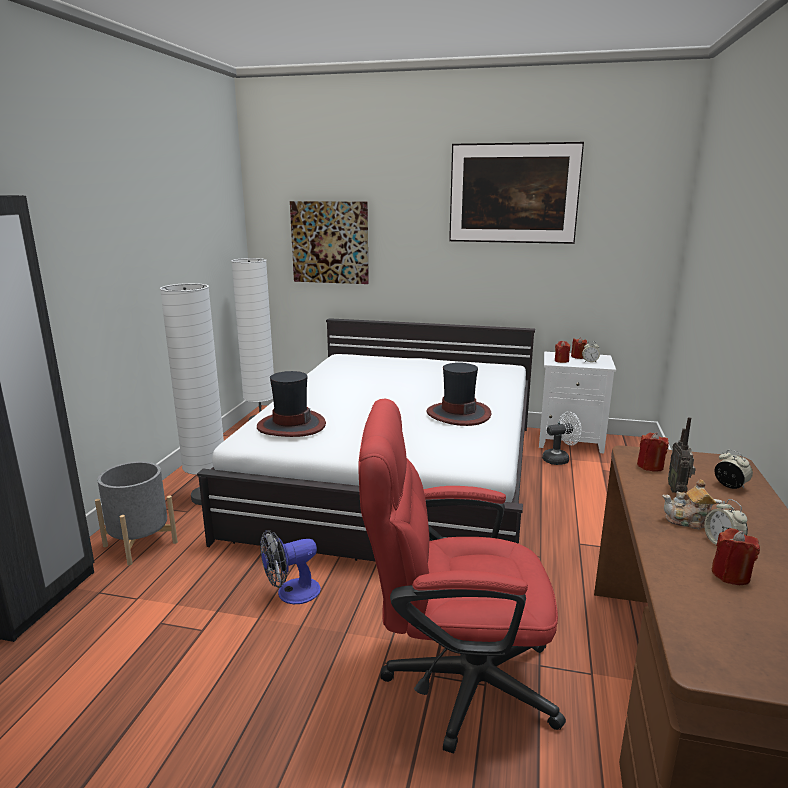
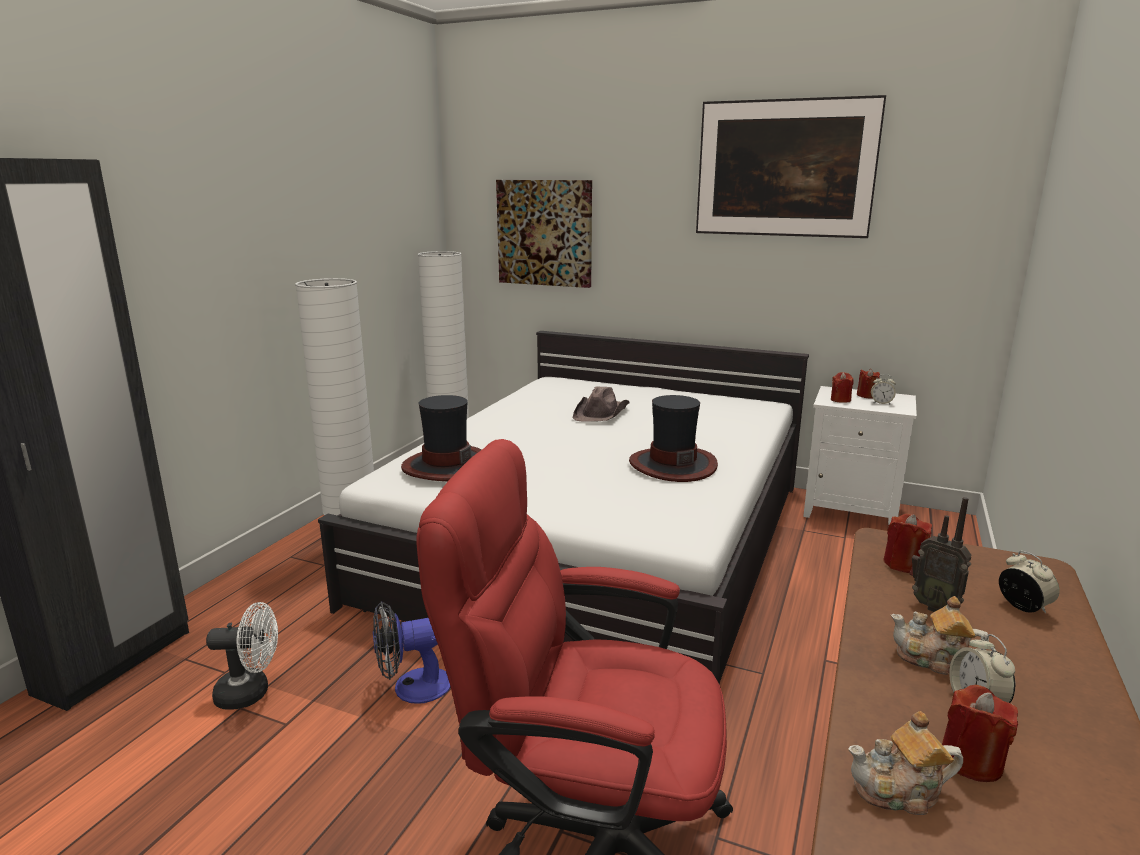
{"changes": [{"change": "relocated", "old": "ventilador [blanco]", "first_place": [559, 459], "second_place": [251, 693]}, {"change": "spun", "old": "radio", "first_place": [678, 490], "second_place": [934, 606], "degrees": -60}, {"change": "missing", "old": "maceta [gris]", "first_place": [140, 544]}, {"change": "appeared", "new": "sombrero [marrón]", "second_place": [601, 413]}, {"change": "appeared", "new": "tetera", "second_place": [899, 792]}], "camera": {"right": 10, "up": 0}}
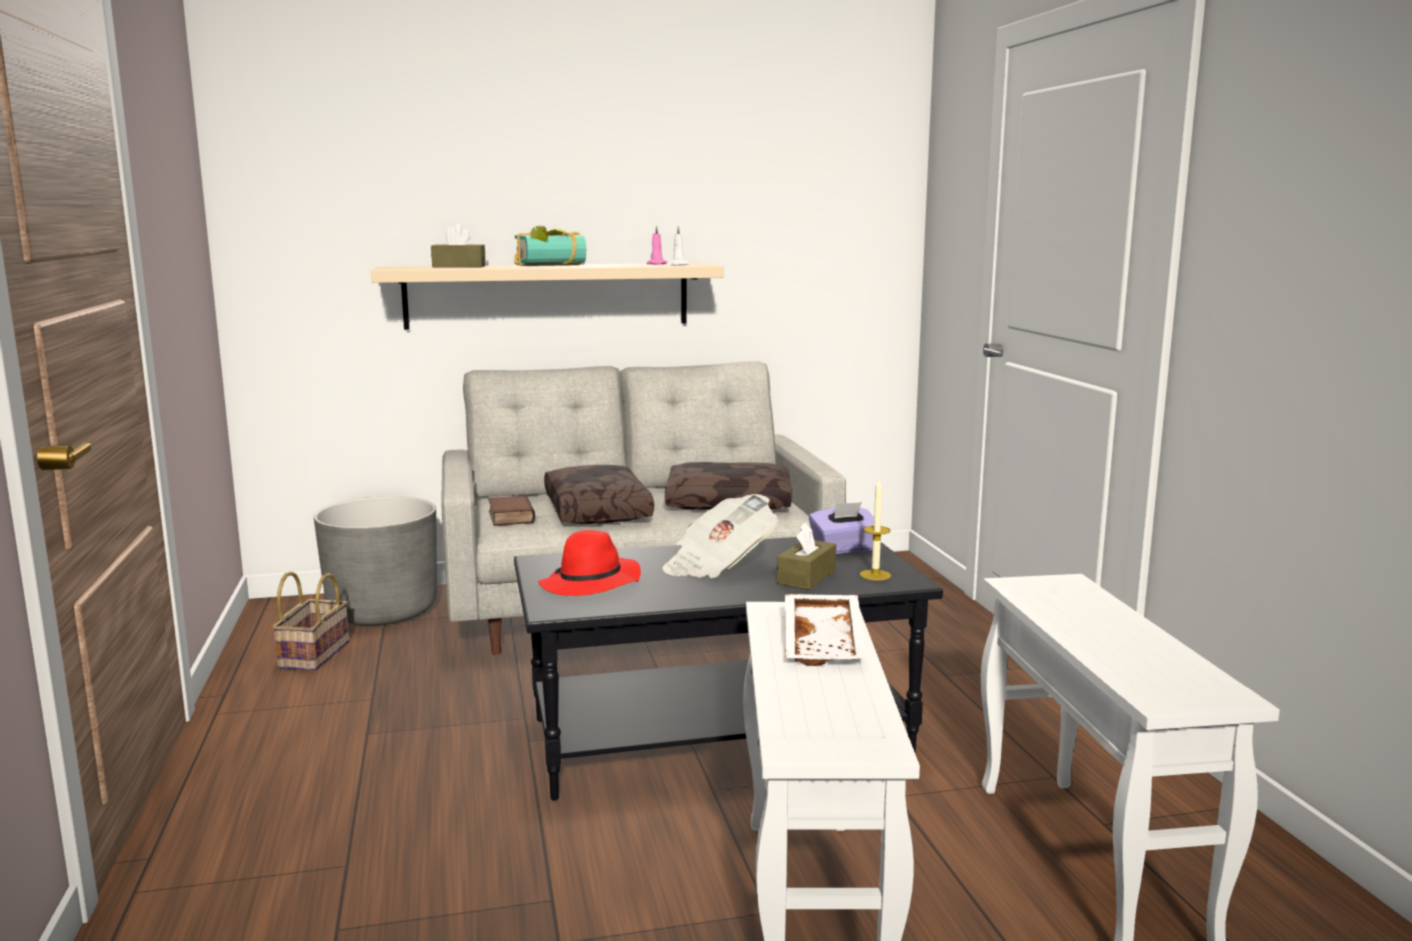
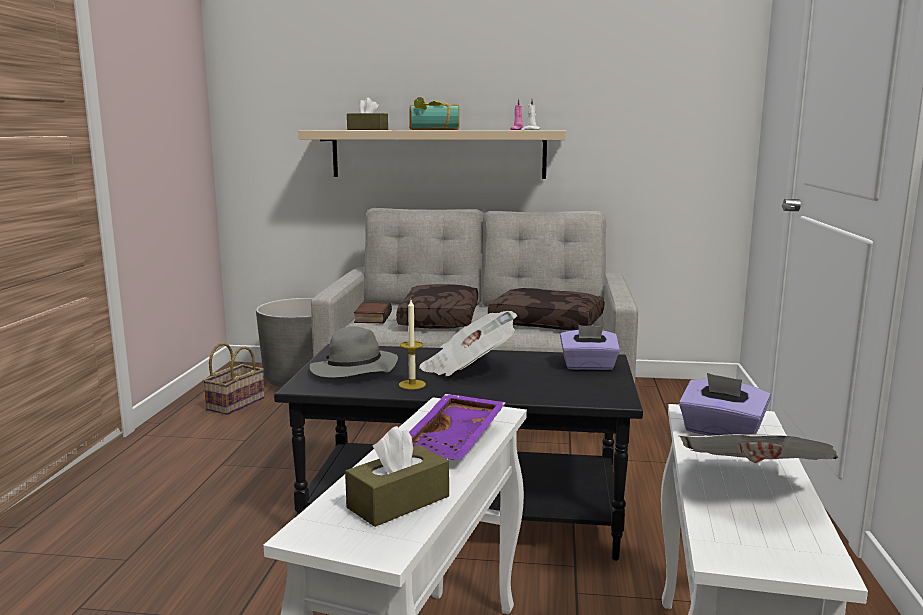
{"changes": [{"change": "relocated", "old": "vela", "first_place": [875, 575], "second_place": [412, 384]}, {"change": "relocated", "old": "caja de pañuelos [marrón]", "first_place": [806, 577], "second_place": [398, 502]}, {"change": "colour", "old": "sombrero [rojo]", "new": "sombrero [gris]", "first_place": [591, 585], "second_place": [354, 371]}, {"change": "colour", "old": "bandeja [blanco]", "new": "bandeja [morado]", "first_place": [825, 643], "second_place": [454, 442]}, {"change": "appeared", "new": "caja de pañuelos [morado]", "second_place": [721, 432]}, {"change": "appeared", "new": "periódico", "second_place": [751, 486]}], "camera": {"right": 20, "up": 0}}
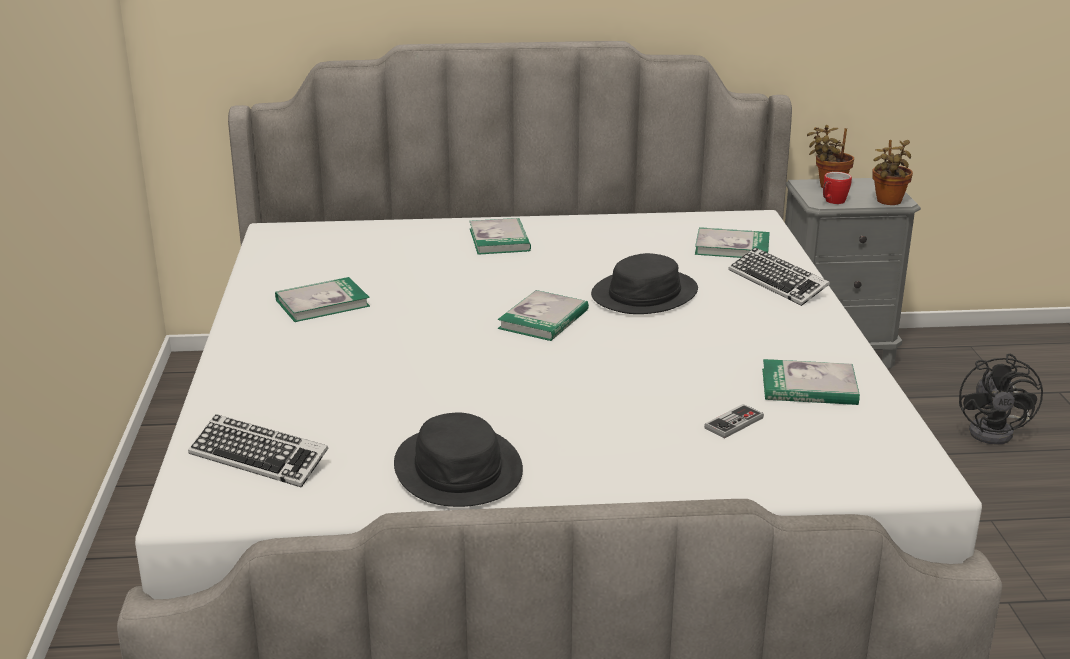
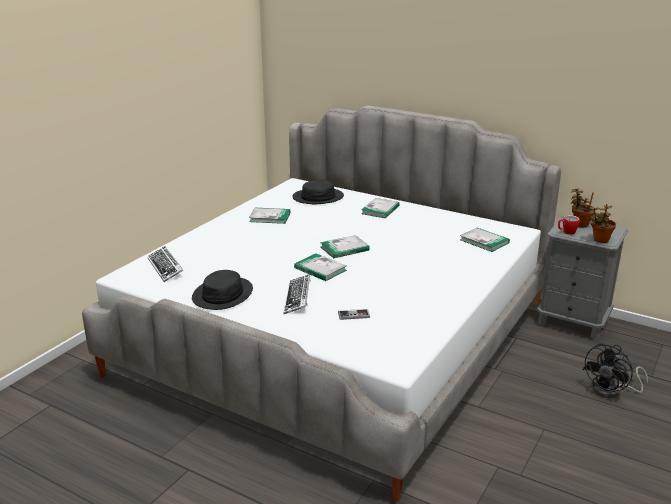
{"changes": [{"change": "relocated", "old": "teclado", "first_place": [777, 283], "second_place": [297, 298]}, {"change": "relocated", "old": "sombrero [negro]", "first_place": [645, 294], "second_place": [318, 197]}, {"change": "relocated", "old": "libro", "first_place": [809, 387], "second_place": [320, 269]}], "camera": {"right": 35, "up": 0}}
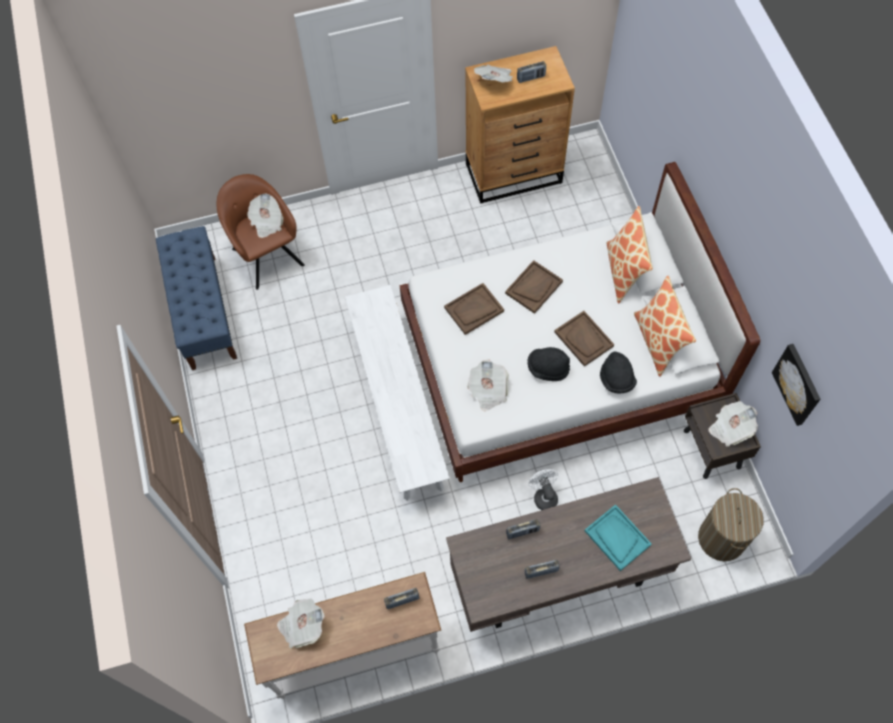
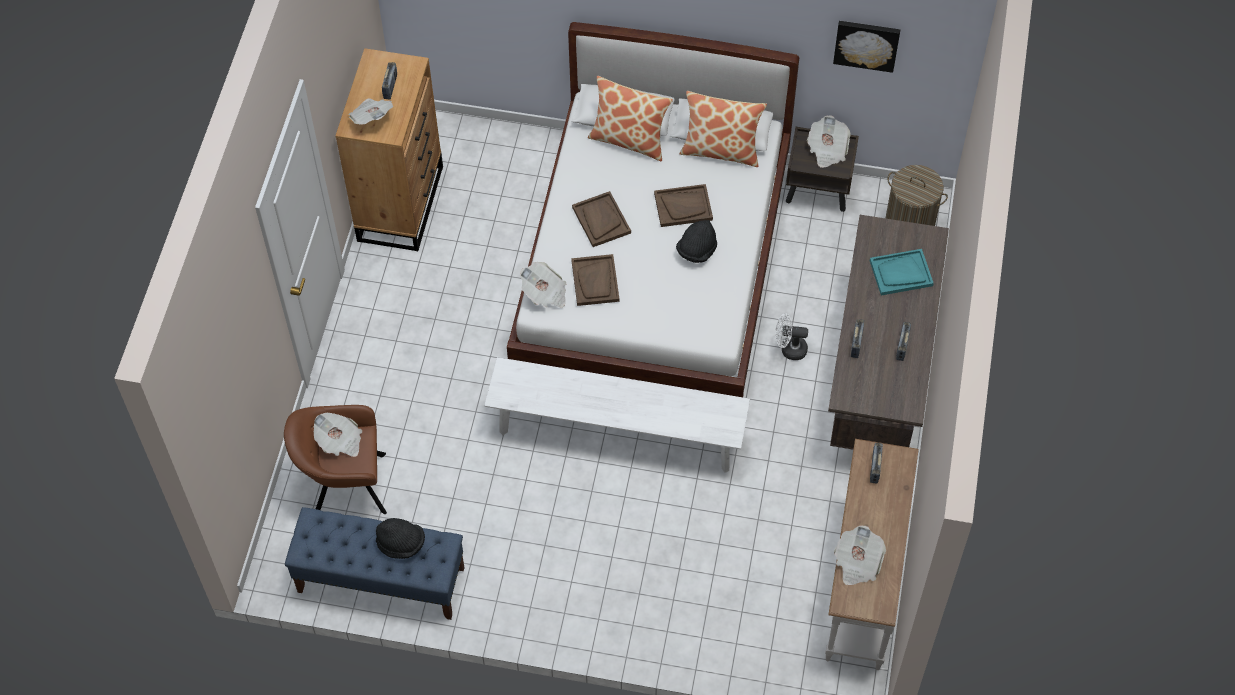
{"changes": [{"change": "relocated", "old": "sombrero [negro]", "first_place": [616, 379], "second_place": [401, 544]}, {"change": "relocated", "old": "periódico", "first_place": [488, 391], "second_place": [545, 293]}], "camera": {"right": -65, "up": -5}}
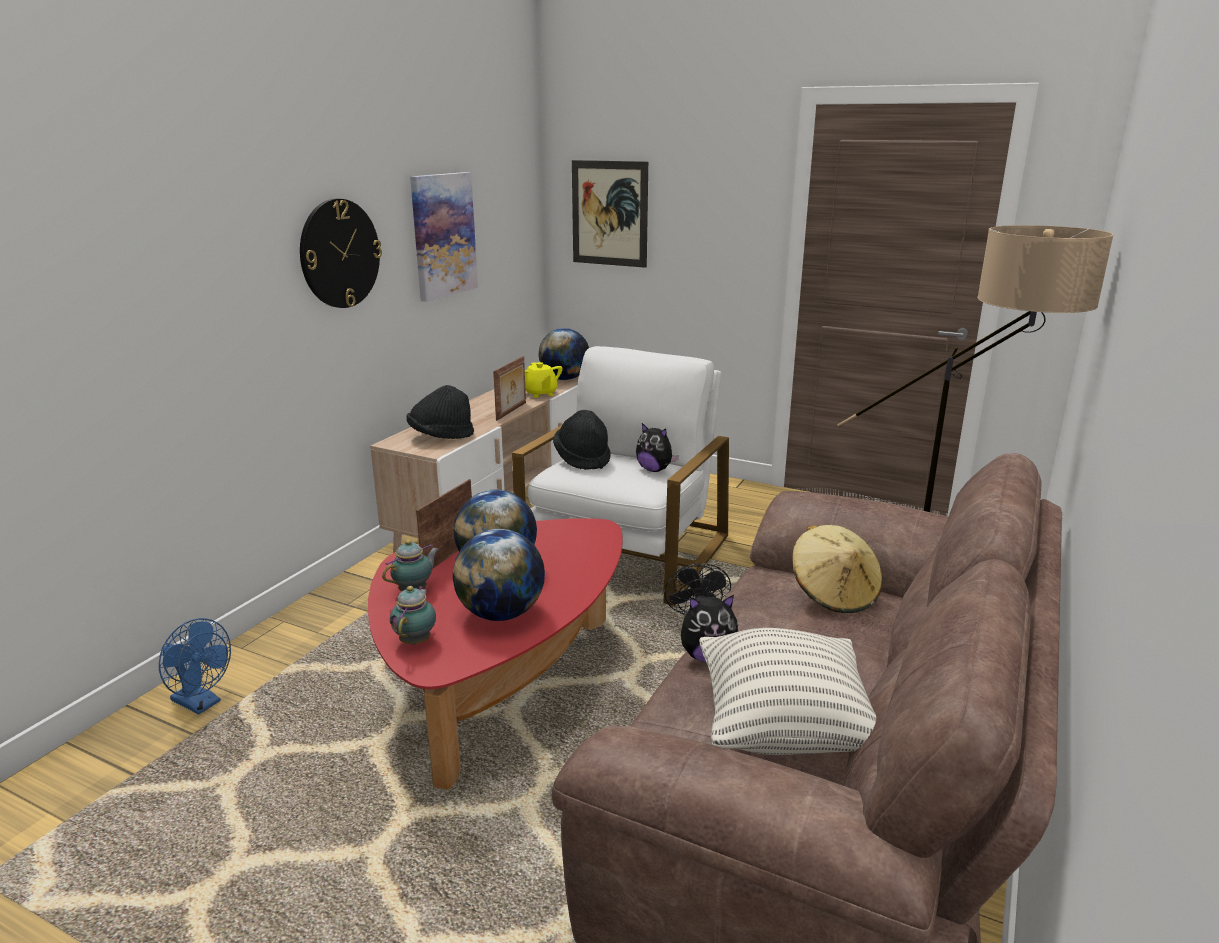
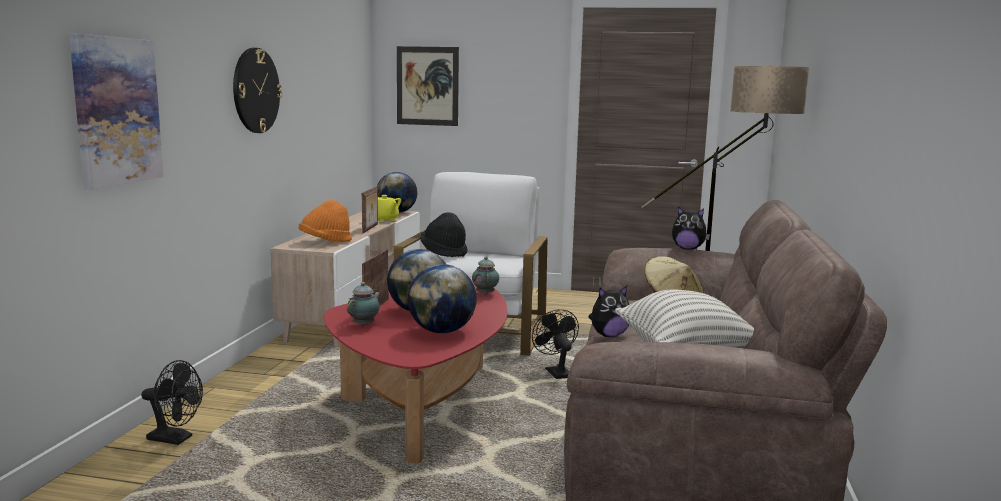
{"changes": [{"change": "relocated", "old": "cuadro", "first_place": [443, 235], "second_place": [116, 111]}, {"change": "colour", "old": "sombrero [negro]", "new": "sombrero [naranja]", "first_place": [441, 436], "second_place": [325, 242]}, {"change": "relocated", "old": "peluche", "first_place": [655, 470], "second_place": [688, 249]}, {"change": "relocated", "old": "tetera", "first_place": [416, 640], "second_place": [485, 293]}, {"change": "colour", "old": "ventilador [azul]", "new": "ventilador [negro]", "first_place": [202, 703], "second_place": [175, 439]}], "camera": {"right": -15, "up": -10}}
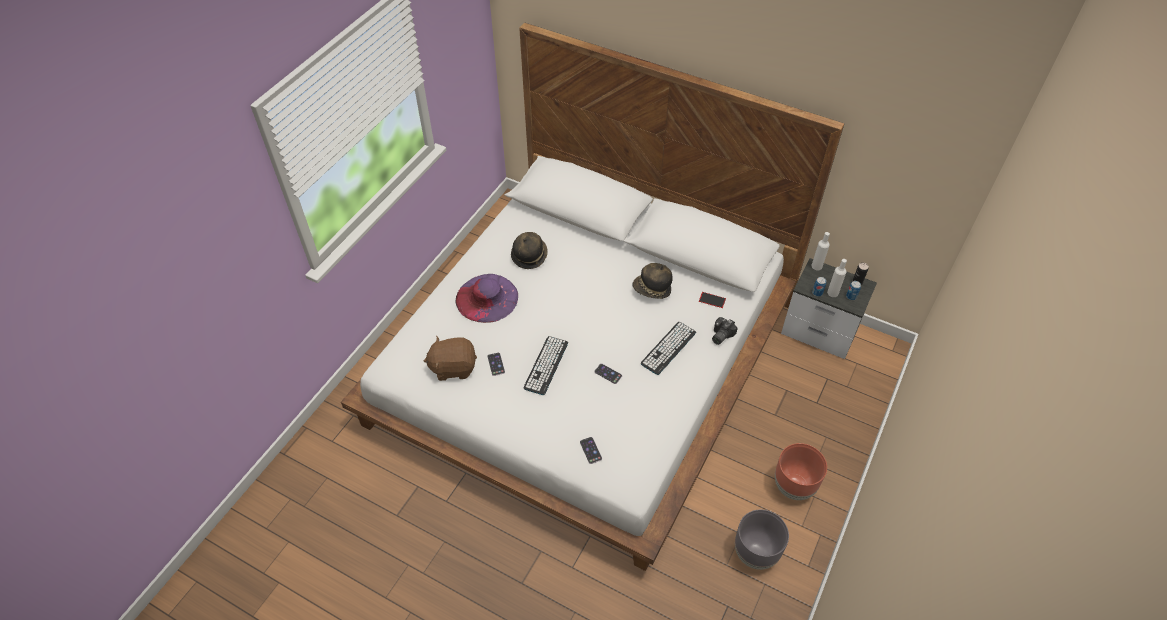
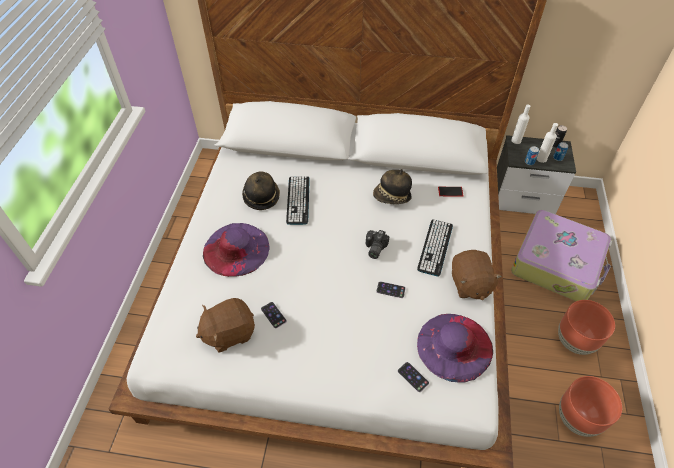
{"changes": [{"change": "relocated", "old": "cámara", "first_place": [720, 335], "second_place": [374, 248]}, {"change": "relocated", "old": "teclado", "first_place": [546, 365], "second_place": [298, 200]}, {"change": "colour", "old": "maceta [gris]", "new": "maceta [marrón]", "first_place": [755, 552], "second_place": [576, 418]}, {"change": "appeared", "new": "maleta", "second_place": [557, 263]}, {"change": "appeared", "new": "peluche [marrón]", "second_place": [470, 284]}, {"change": "appeared", "new": "sombrero [morado]", "second_place": [454, 346]}], "camera": {"right": -20, "up": 0}}
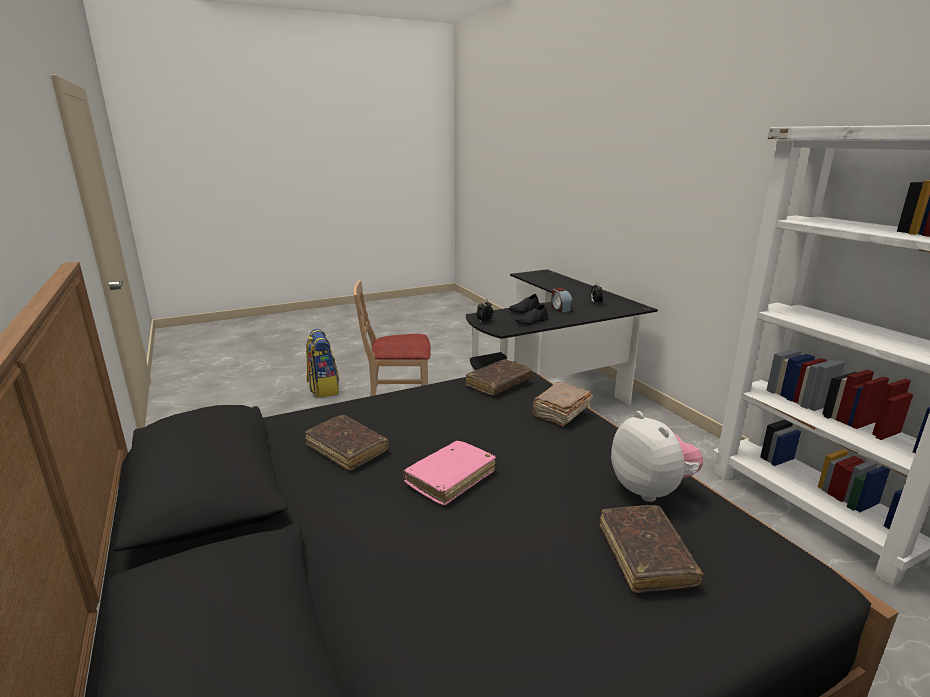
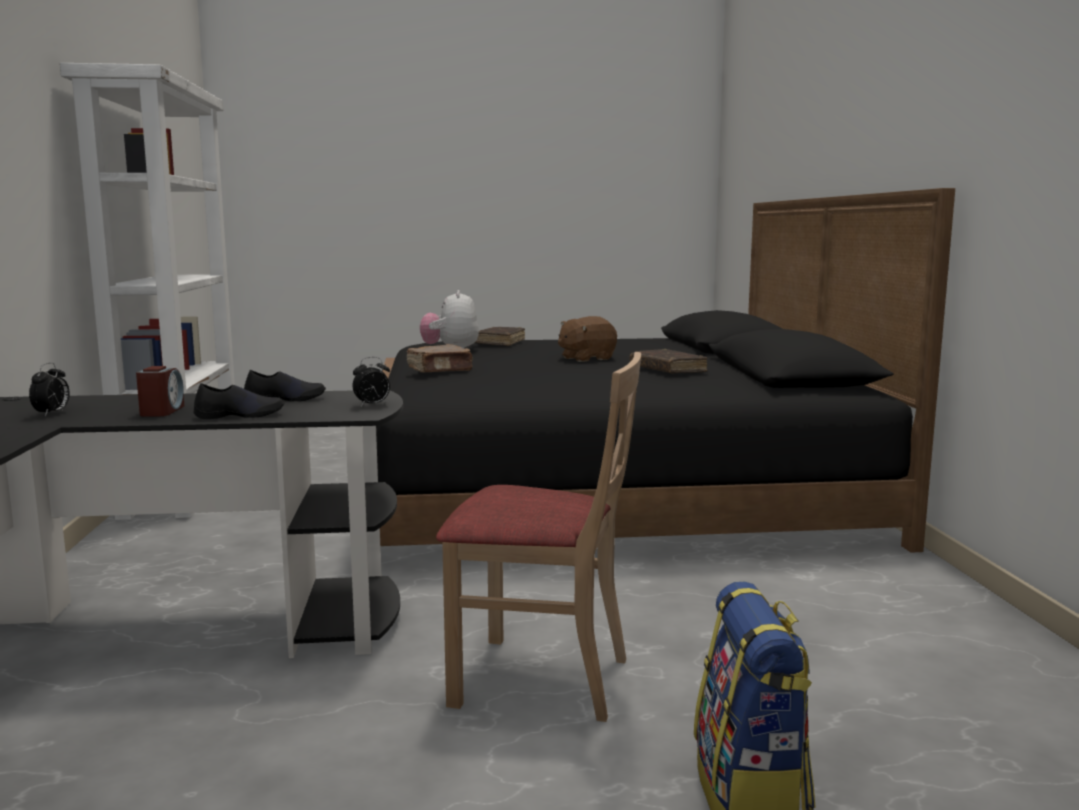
{"changes": [{"change": "missing", "old": "libro [marrón]", "first_place": [499, 383]}, {"change": "exchanged", "old": "libro [rosa]", "new": "peluche [marrón]", "first_place": [450, 478], "second_place": [586, 358]}], "camera": {"right": -160, "up": -10}}
